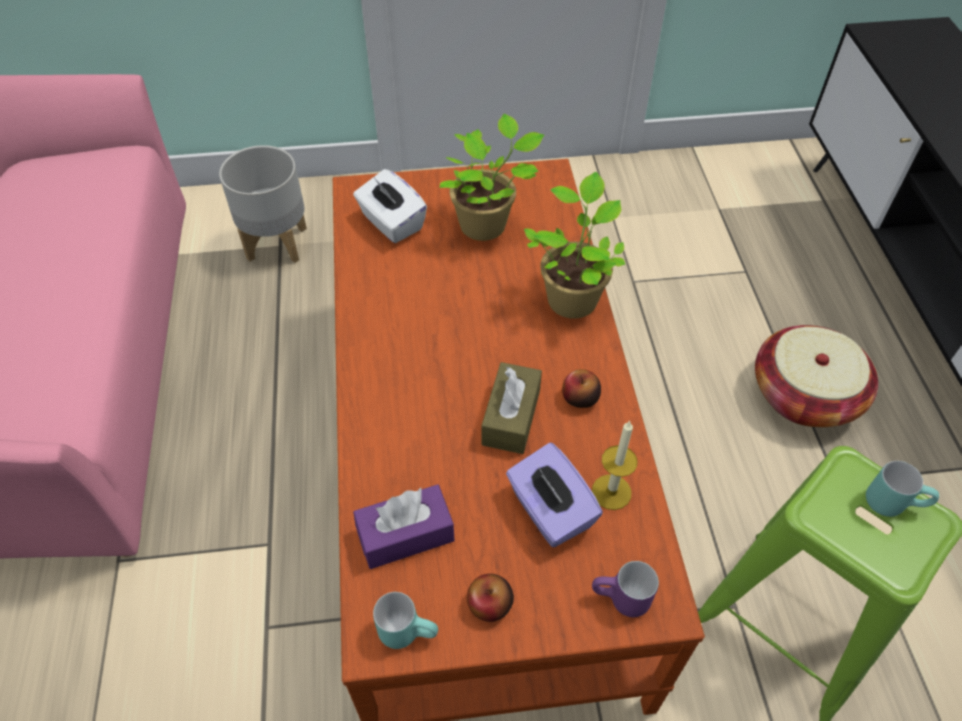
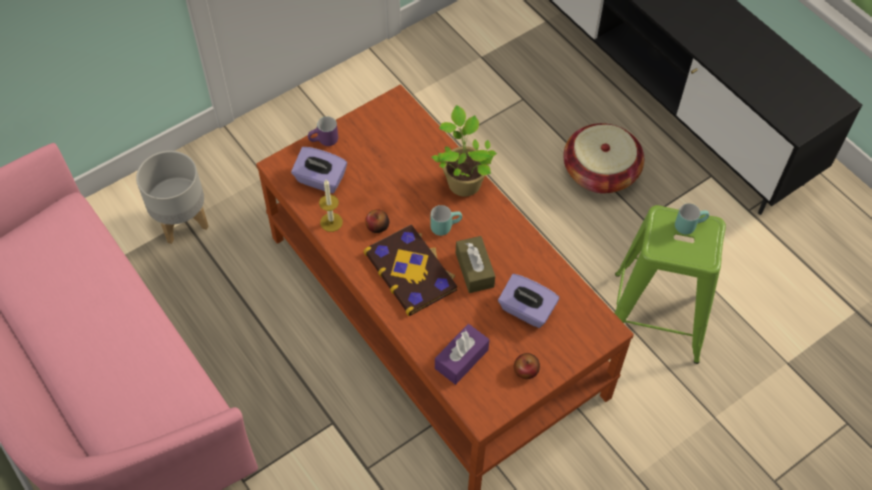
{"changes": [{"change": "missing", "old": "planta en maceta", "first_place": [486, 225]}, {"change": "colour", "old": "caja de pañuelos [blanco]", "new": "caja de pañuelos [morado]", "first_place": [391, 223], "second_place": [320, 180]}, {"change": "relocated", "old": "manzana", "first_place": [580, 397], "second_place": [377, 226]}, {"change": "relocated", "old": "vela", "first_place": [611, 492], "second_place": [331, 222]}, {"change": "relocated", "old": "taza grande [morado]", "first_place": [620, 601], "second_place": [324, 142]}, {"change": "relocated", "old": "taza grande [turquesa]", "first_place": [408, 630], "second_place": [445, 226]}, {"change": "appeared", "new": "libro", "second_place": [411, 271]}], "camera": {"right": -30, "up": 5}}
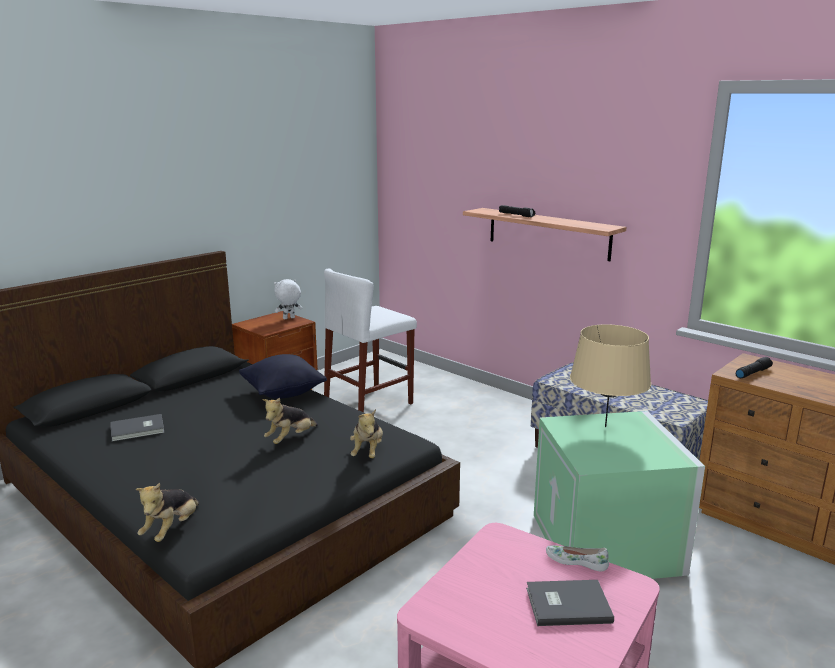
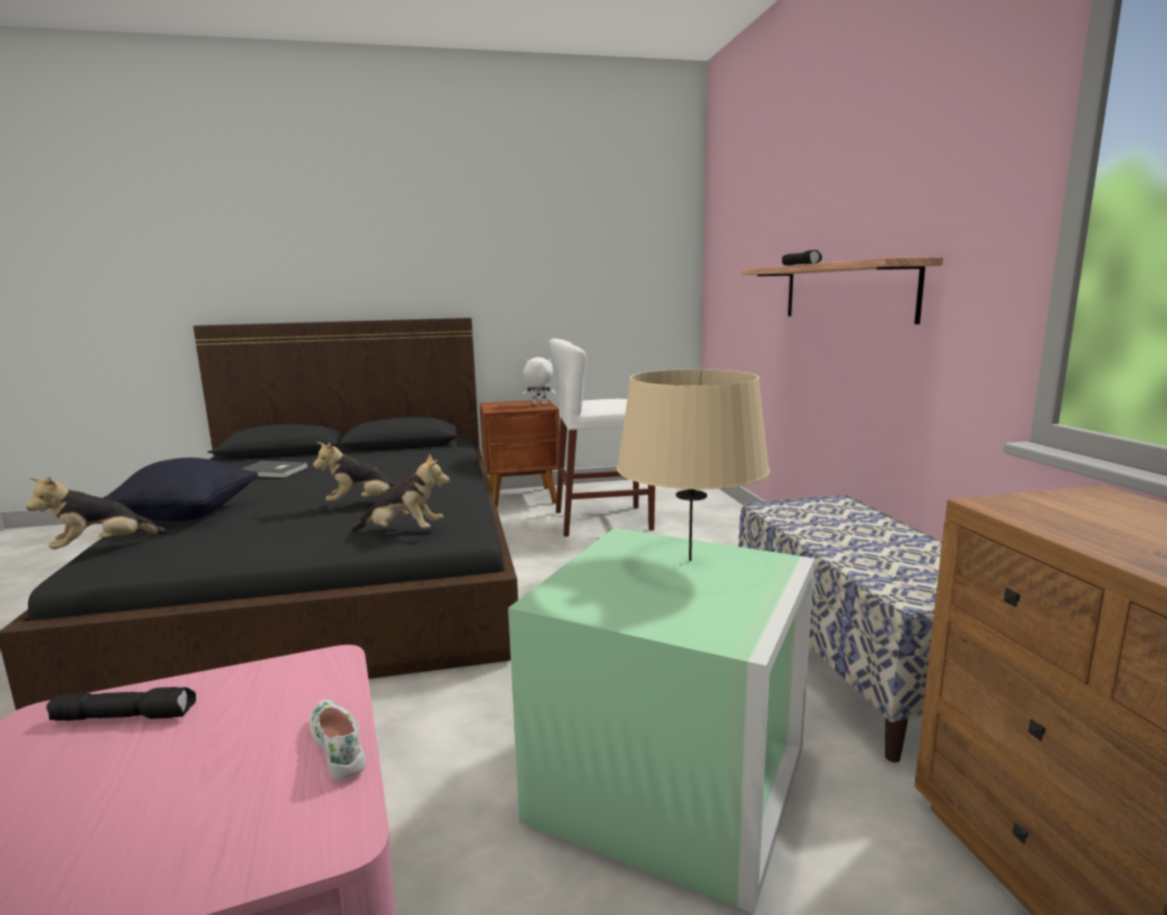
{"changes": [{"change": "relocated", "old": "cojín [negro]", "first_place": [283, 393], "second_place": [188, 515]}, {"change": "relocated", "old": "linterna [negro]", "first_place": [752, 373], "second_place": [126, 716]}, {"change": "spun", "old": "peluche", "first_place": [367, 452], "second_place": [403, 532], "degrees": -120}, {"change": "missing", "old": "libro [gris]", "first_place": [566, 604]}], "camera": {"right": 35, "up": -5}}
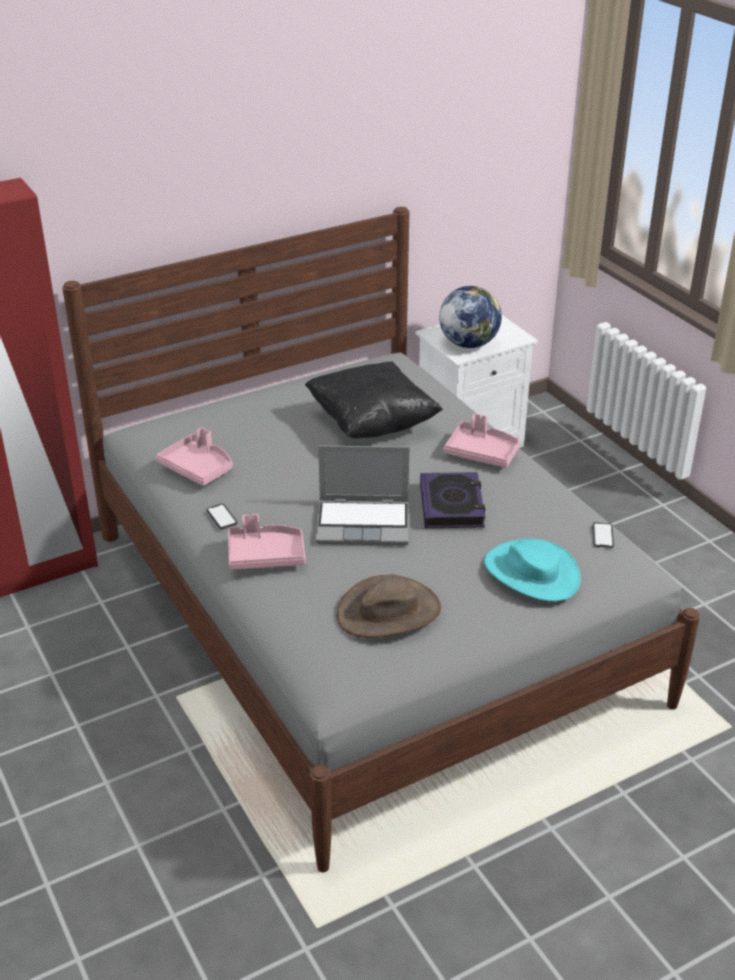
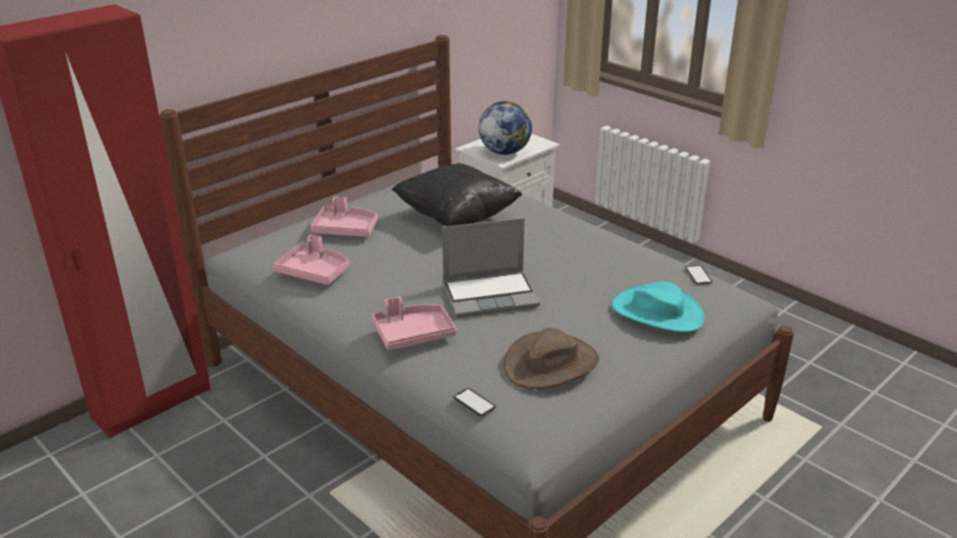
{"changes": [{"change": "relocated", "old": "bandeja [rosa]", "first_place": [482, 453], "second_place": [345, 229]}, {"change": "missing", "old": "libro", "first_place": [452, 506]}, {"change": "relocated", "old": "móvil", "first_place": [221, 517], "second_place": [474, 402]}], "camera": {"right": -15, "up": -5}}
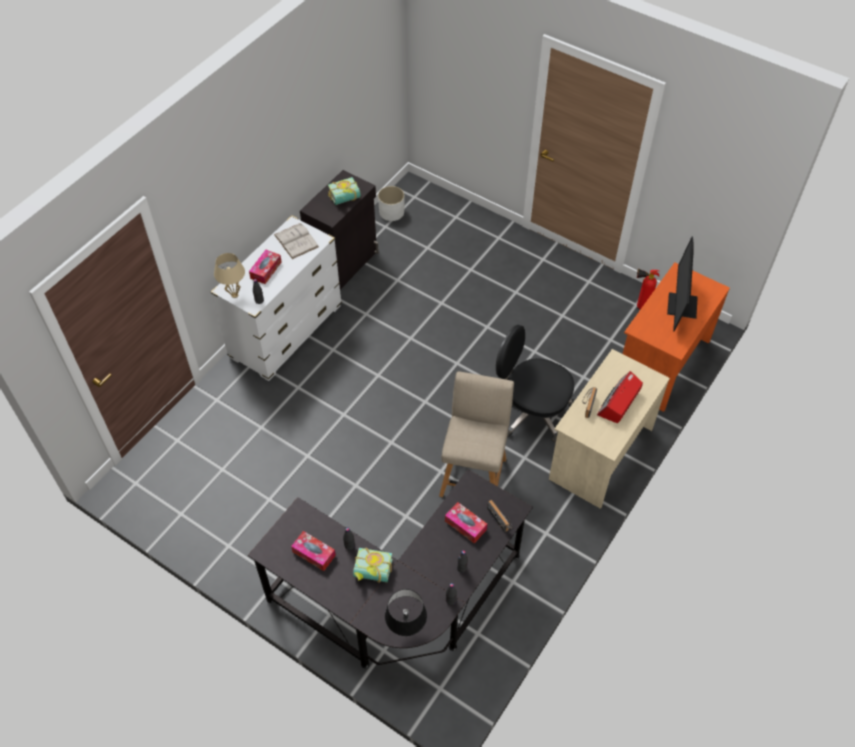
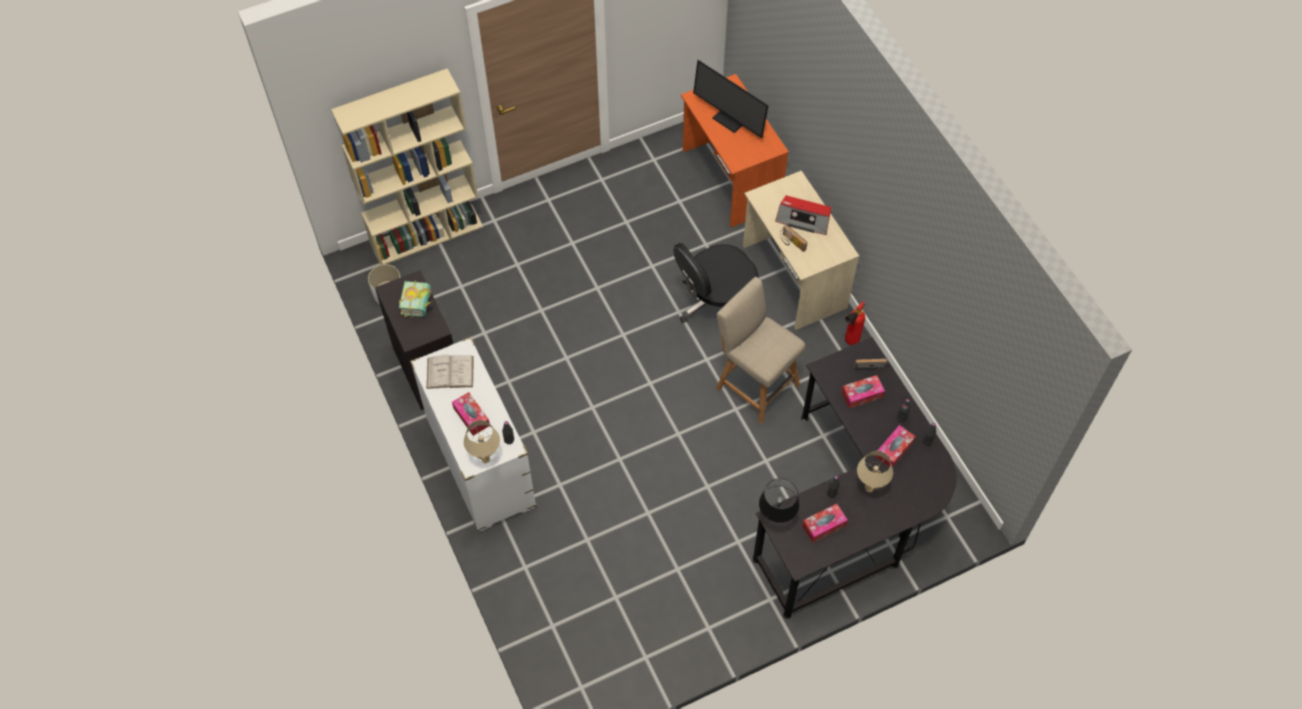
{"changes": [{"change": "relocated", "old": "extintor", "first_place": [639, 306], "second_place": [850, 342]}, {"change": "spun", "old": "radio", "first_place": [619, 402], "second_place": [803, 219], "degrees": -45}, {"change": "exchanged", "old": "libro", "new": "lámpara de mesa [beis]", "first_place": [372, 573], "second_place": [869, 488]}, {"change": "relocated", "old": "lámpara de mesa [negro]", "first_place": [406, 630], "second_place": [776, 519]}, {"change": "appeared", "new": "estantería [beis]", "second_place": [427, 234]}, {"change": "appeared", "new": "caja de pañuelos", "second_place": [894, 449]}], "camera": {"right": -60, "up": 5}}
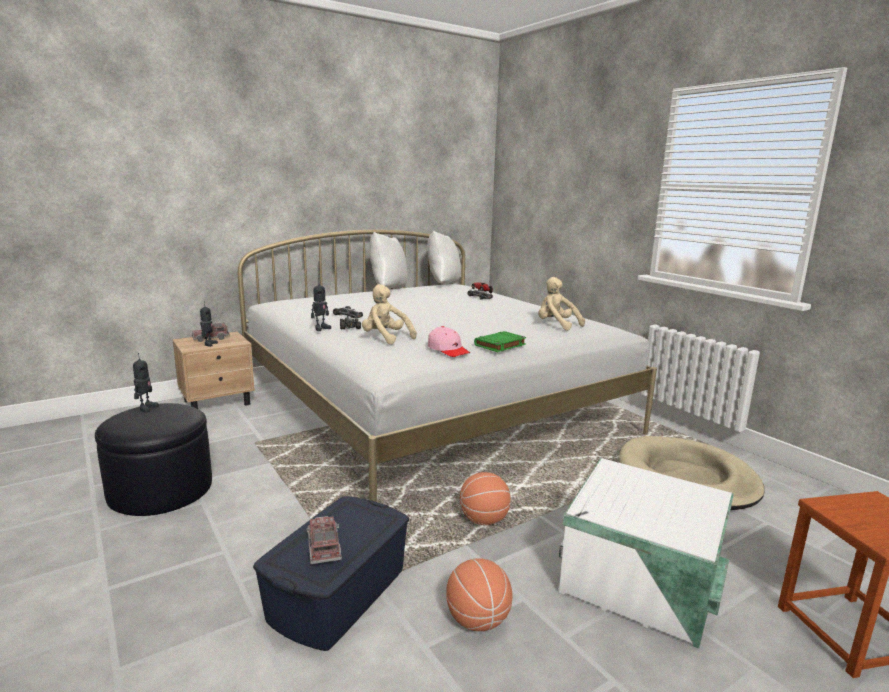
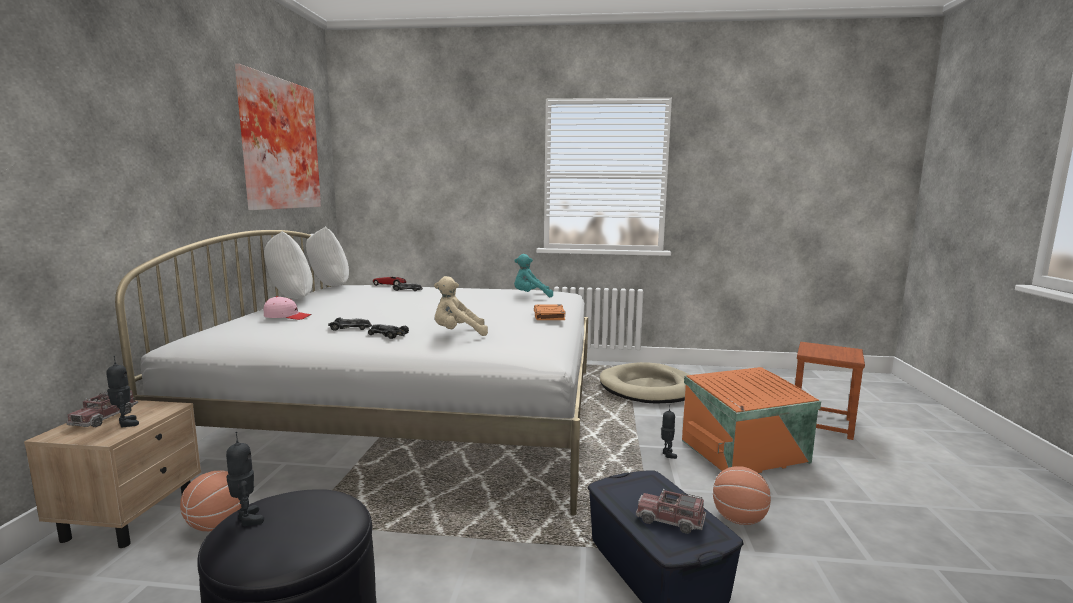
{"changes": [{"change": "colour", "old": "peluche [beis]", "new": "peluche [turquesa]", "first_place": [556, 325], "second_place": [531, 296]}, {"change": "relocated", "old": "robot de juguete", "first_place": [321, 328], "second_place": [667, 455]}, {"change": "relocated", "old": "gorra [rosa]", "first_place": [448, 350], "second_place": [287, 316]}, {"change": "colour", "old": "libro [verde]", "new": "libro [naranja]", "first_place": [500, 345], "second_place": [549, 316]}, {"change": "colour", "old": "caja de almacenaje [blanco]", "new": "caja de almacenaje [naranja]", "first_place": [640, 587], "second_place": [746, 452]}, {"change": "relocated", "old": "balón de baloncesto", "first_place": [484, 520], "second_place": [217, 525]}, {"change": "appeared", "new": "cuadro", "second_place": [277, 144]}], "camera": {"right": -50, "up": -5}}
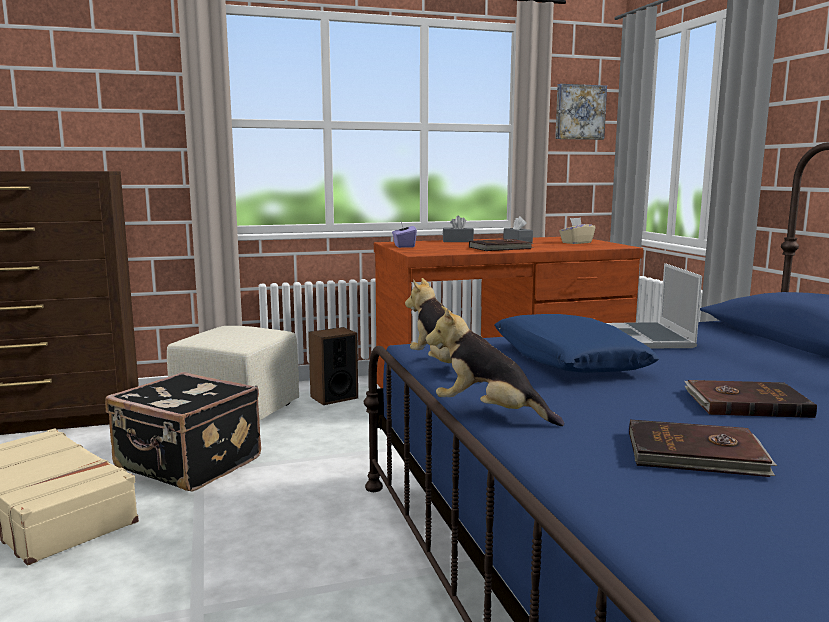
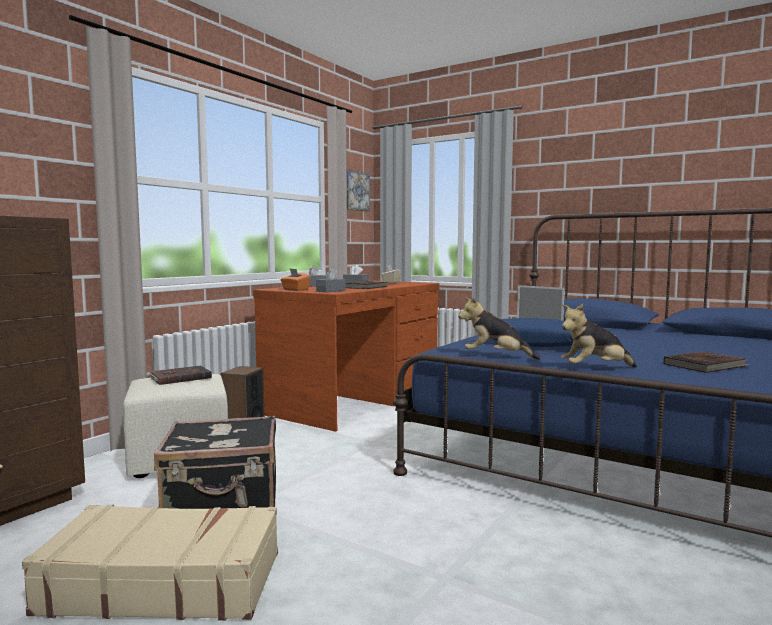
{"changes": [{"change": "colour", "old": "caja de pañuelos [morado]", "new": "caja de pañuelos [naranja]", "first_place": [404, 246], "second_place": [295, 290]}, {"change": "relocated", "old": "libro [marrón]", "first_place": [745, 403], "second_place": [180, 377]}, {"change": "appeared", "new": "caja de pañuelos [gris]", "second_place": [330, 291]}], "camera": {"right": -40, "up": -5}}
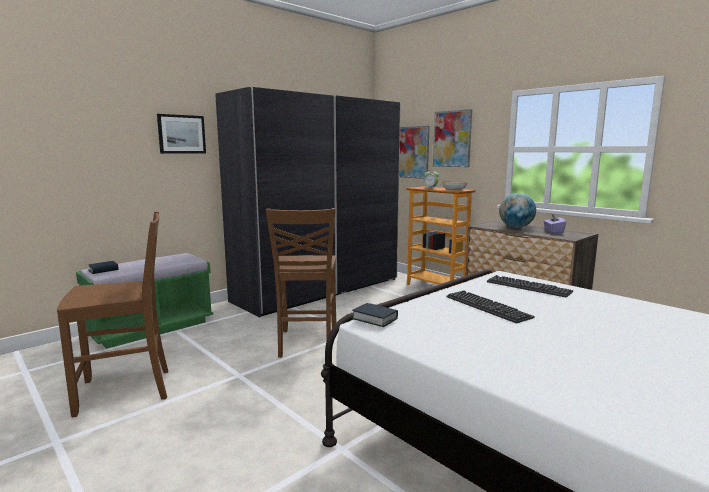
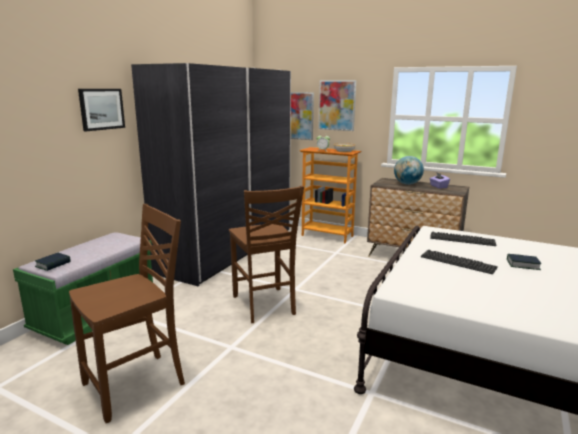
{"changes": [{"change": "relocated", "old": "libro", "first_place": [374, 319], "second_place": [523, 264]}], "camera": {"right": -20, "up": 5}}
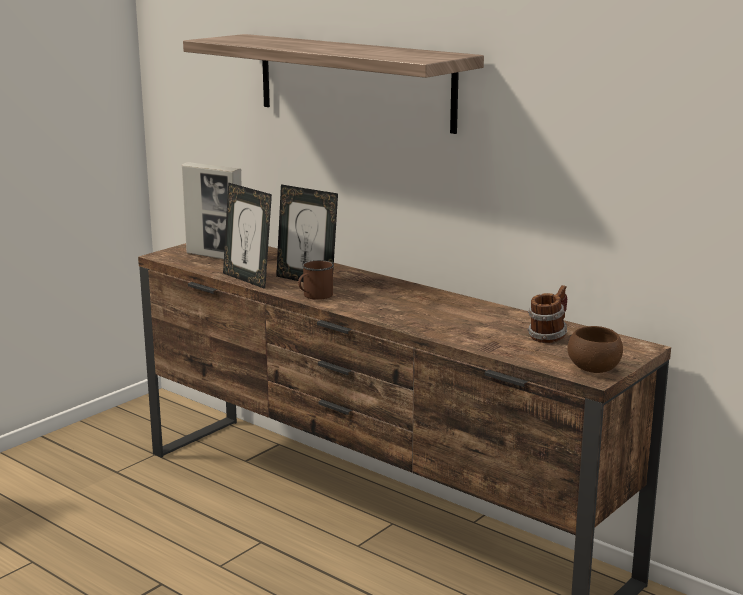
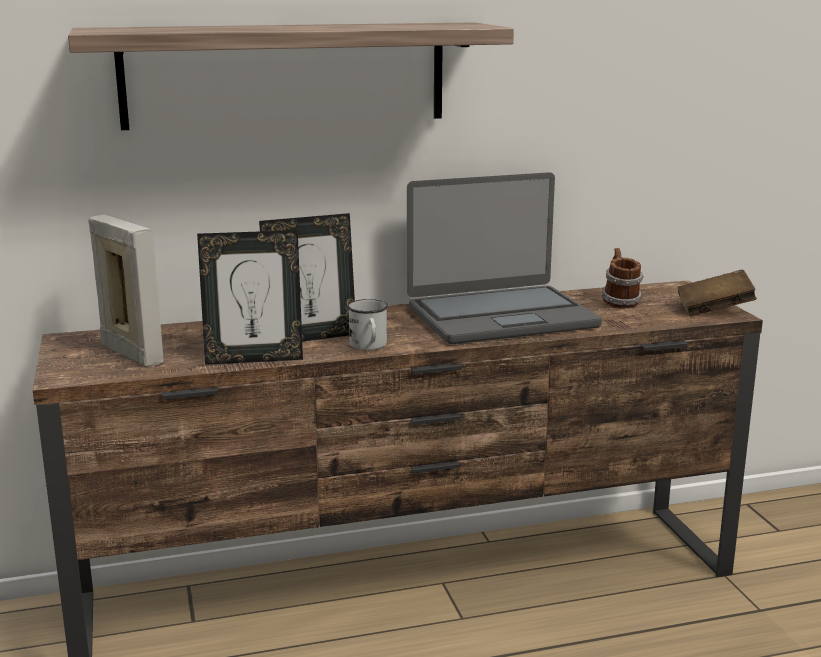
{"changes": [{"change": "spun", "old": "portarretratos", "first_place": [215, 256], "second_place": [131, 354], "degrees": -105}, {"change": "colour", "old": "taza grande [marrón]", "new": "taza grande [blanco]", "first_place": [314, 296], "second_place": [369, 346]}, {"change": "exchanged", "old": "cuenco [marrón]", "new": "libro [marrón]", "first_place": [593, 369], "second_place": [714, 310]}, {"change": "appeared", "new": "portátil", "second_place": [500, 316]}], "camera": {"right": -55, "up": 0}}
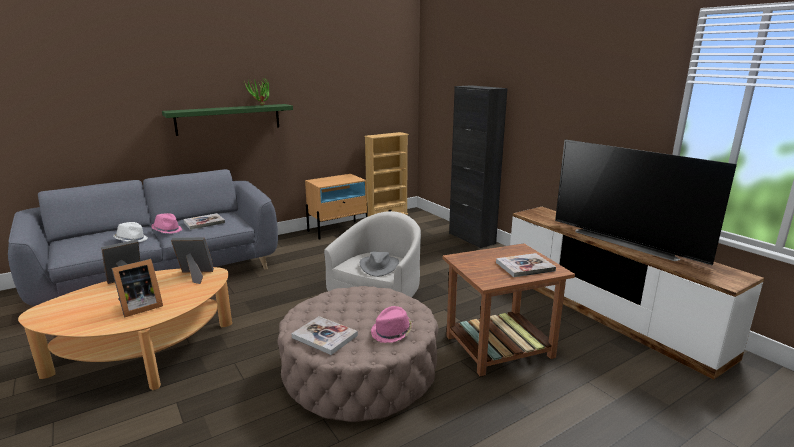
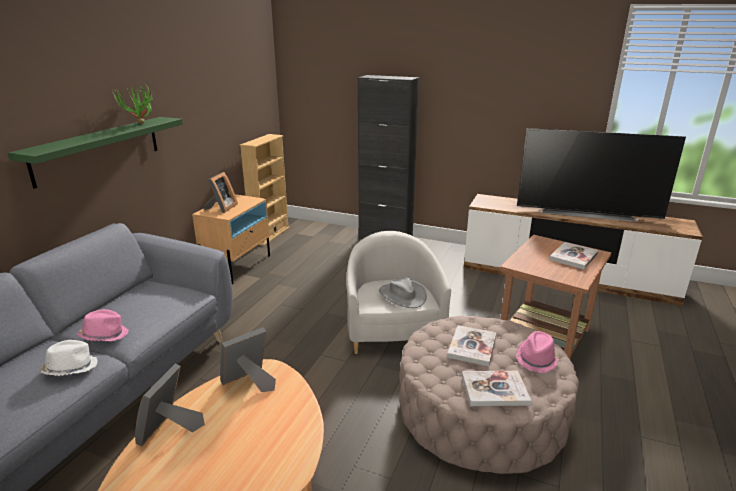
{"changes": [{"change": "relocated", "old": "libro", "first_place": [204, 222], "second_place": [472, 347]}, {"change": "relocated", "old": "portarretratos", "first_place": [139, 307], "second_place": [221, 208]}], "camera": {"right": -35, "up": 5}}
